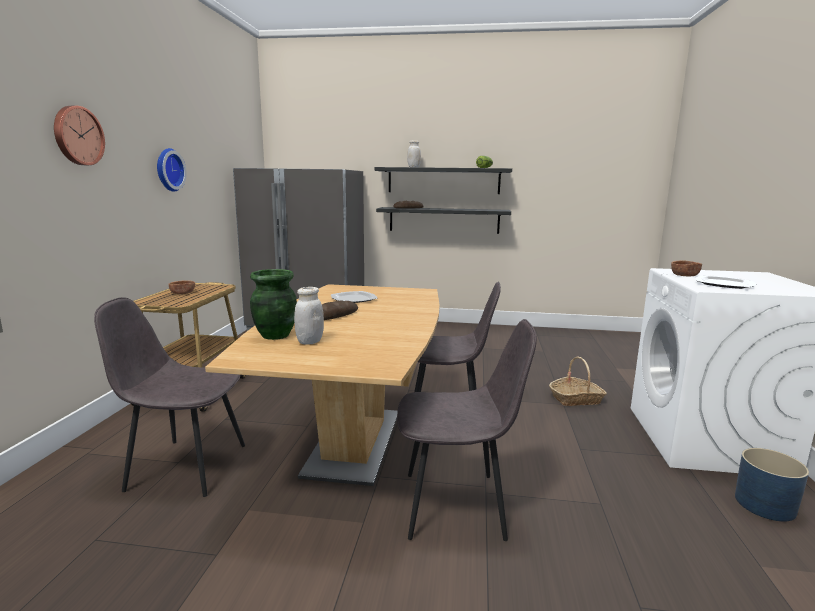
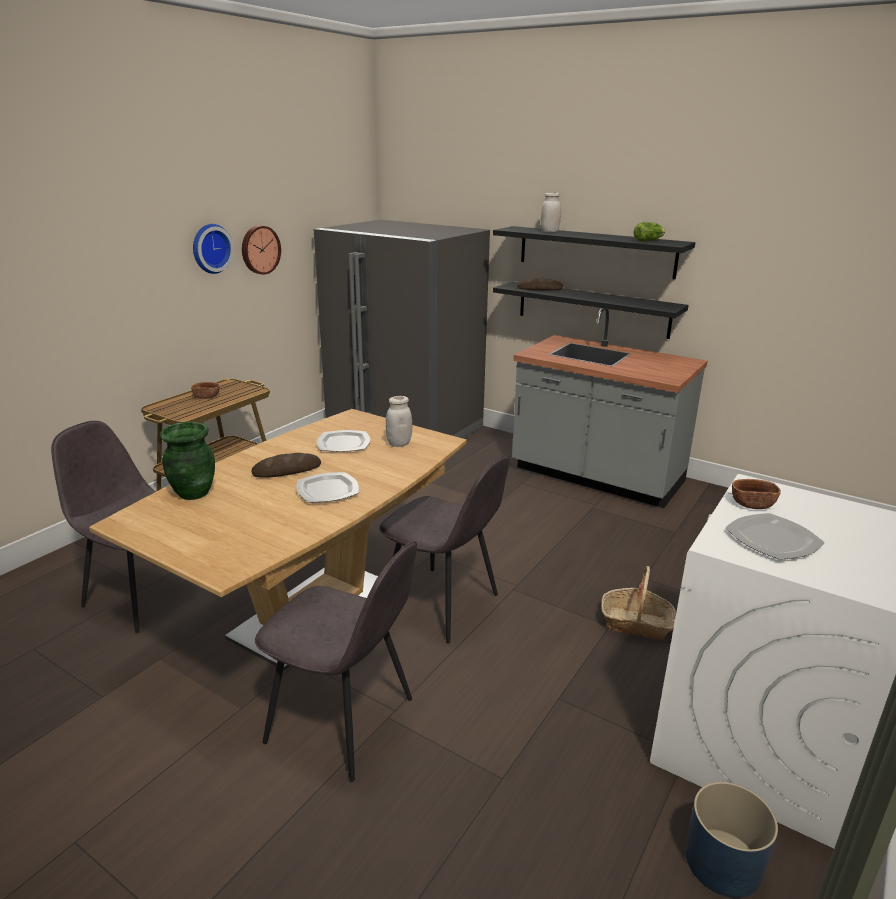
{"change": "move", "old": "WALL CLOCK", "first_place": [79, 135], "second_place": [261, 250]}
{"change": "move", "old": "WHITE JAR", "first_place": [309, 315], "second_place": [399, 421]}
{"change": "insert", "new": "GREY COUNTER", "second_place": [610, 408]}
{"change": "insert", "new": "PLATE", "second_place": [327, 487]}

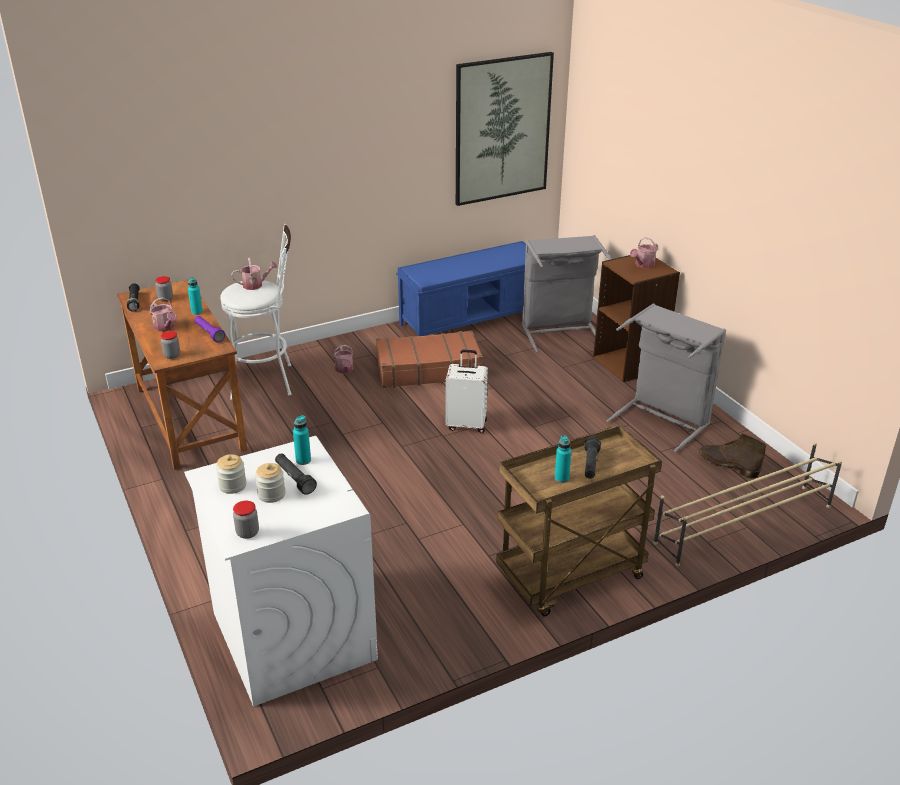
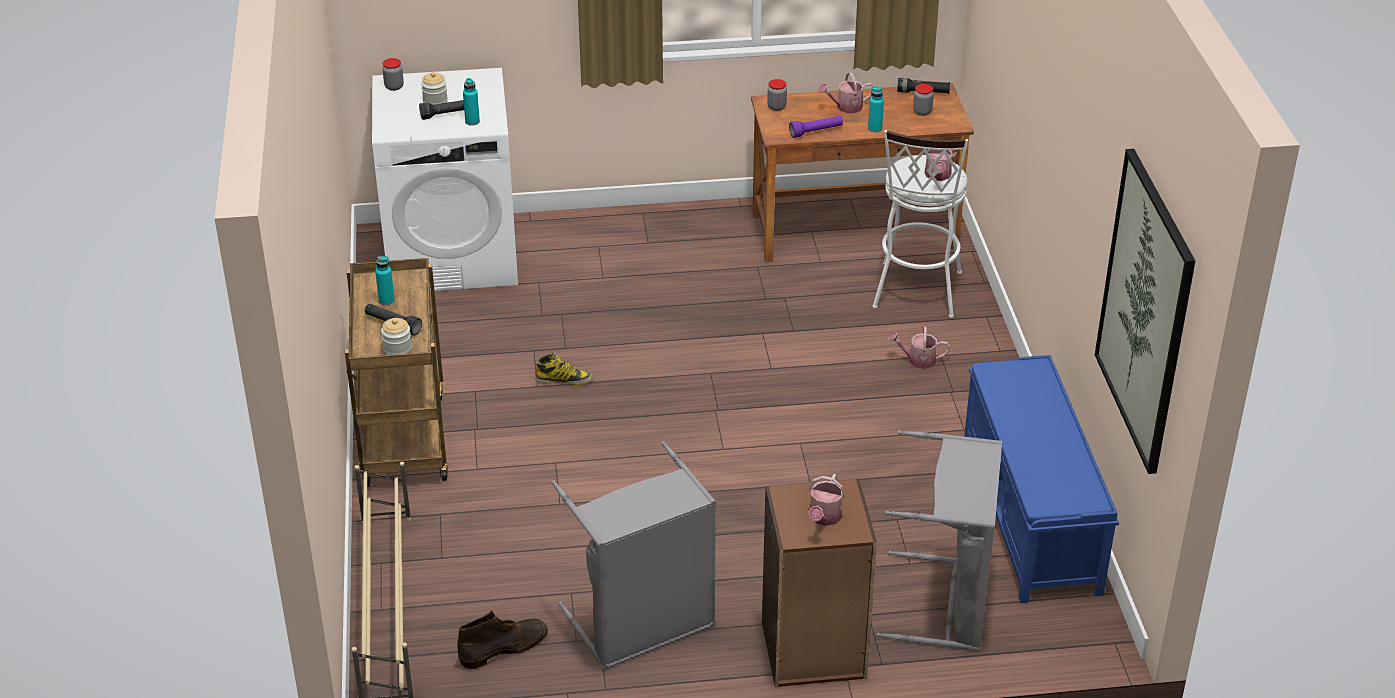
{"change": "rotate", "old": "WATERING CAN", "first_place": [644, 252], "second_place": [826, 500], "degrees": -135}
{"change": "delete", "old": "BROWN SUITCASE", "first_place": [429, 359]}
{"change": "delete", "old": "WHITE SUITCASE", "first_place": [466, 391]}
{"change": "move", "old": "JAR", "first_place": [231, 474], "second_place": [396, 336]}
{"change": "insert", "new": "BOOT", "second_place": [564, 369]}

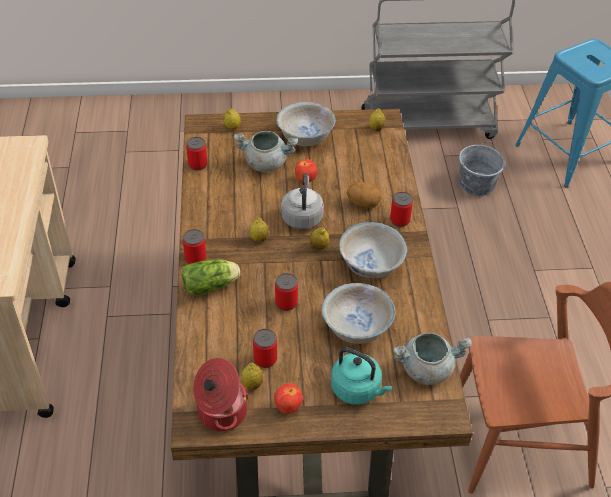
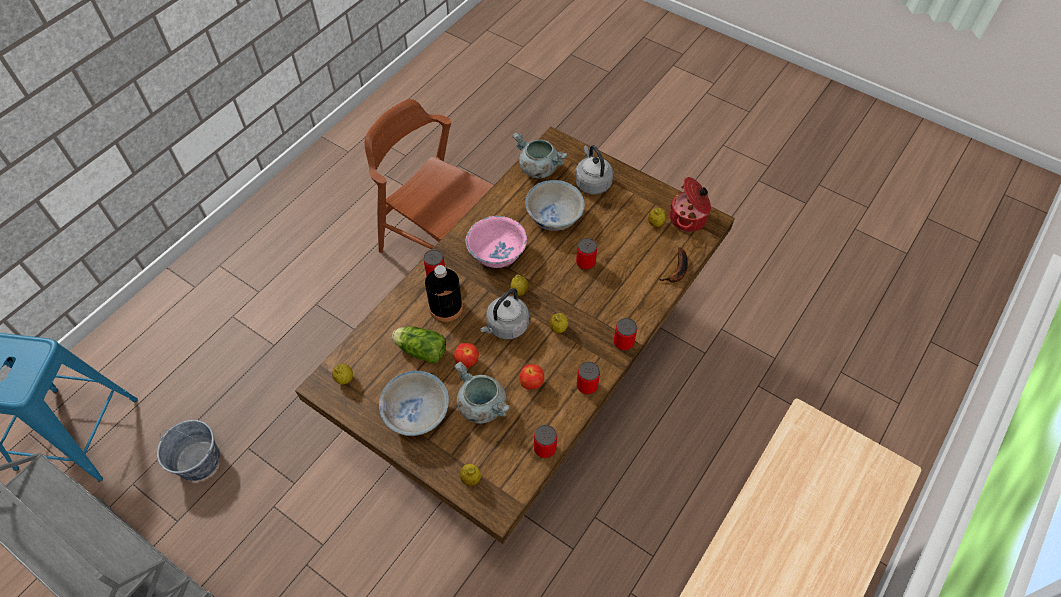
{"change": "replace", "old": "POTATO", "new": "BLACK BOTTLE", "first_place": [363, 195], "second_place": [444, 293]}
{"change": "recolor", "old": "WHITE BOWL", "new": "PINK BOWL", "first_place": [373, 250], "second_place": [496, 242]}
{"change": "move", "old": "LETTUCE", "first_place": [211, 277], "second_place": [419, 345]}
{"change": "move", "old": "CAN", "first_place": [265, 348], "second_place": [588, 378]}
{"change": "recolor", "old": "TURQUOISE KETTLE", "new": "GREY KETTLE", "first_place": [361, 376], "second_place": [594, 170]}
{"change": "move", "old": "APPLE", "first_place": [288, 398], "second_place": [531, 376]}
{"change": "insert", "new": "BANANA", "second_place": [673, 265]}

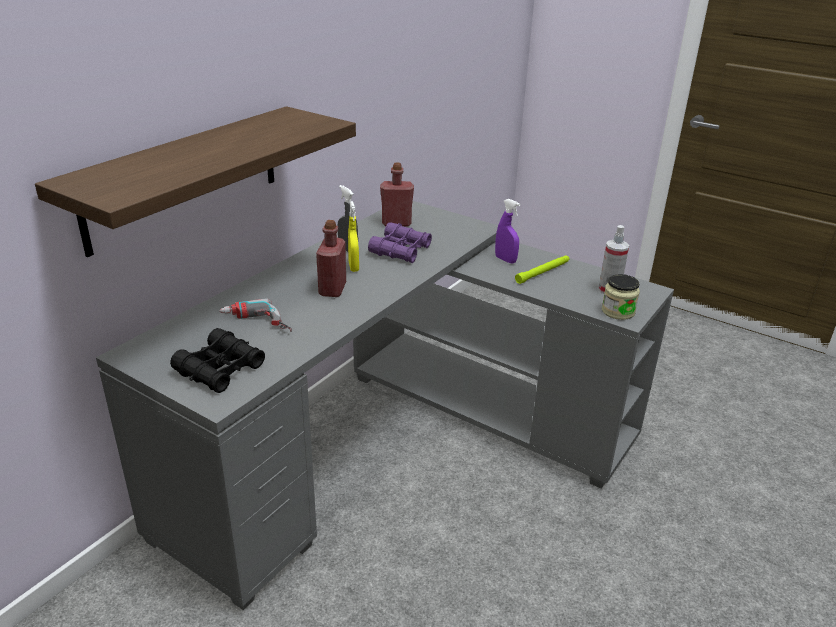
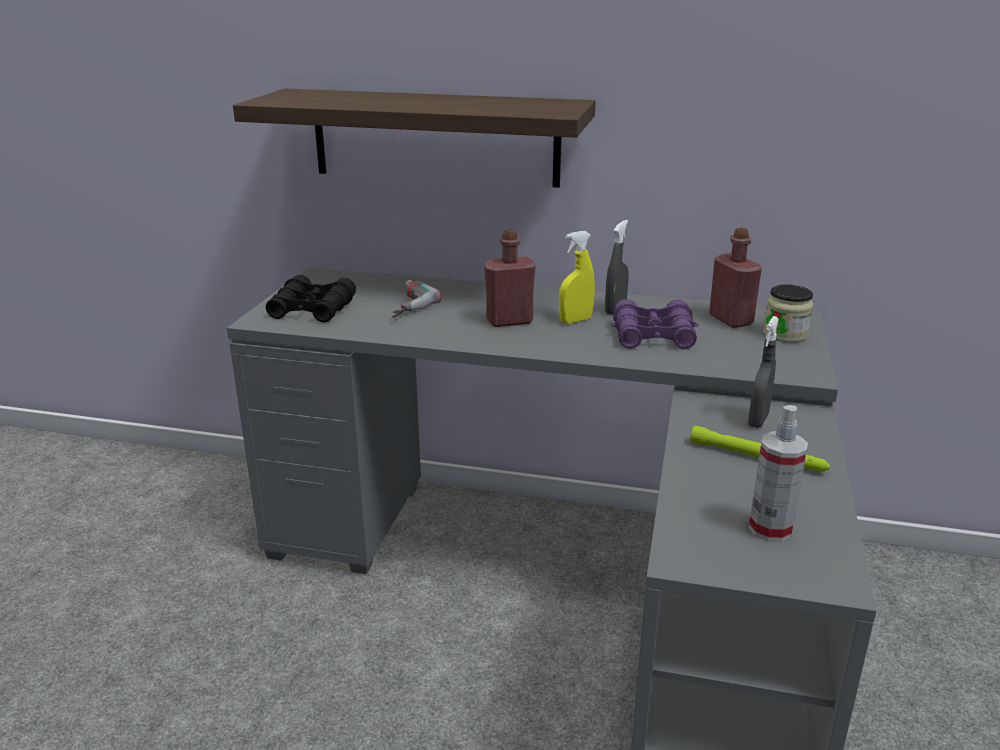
{"change": "recolor", "old": "PURPLE SPRAY BOTTLE", "new": "GREY SPRAY BOTTLE", "first_place": [507, 231], "second_place": [763, 372]}
{"change": "move", "old": "JAR", "first_place": [621, 297], "second_place": [788, 313]}

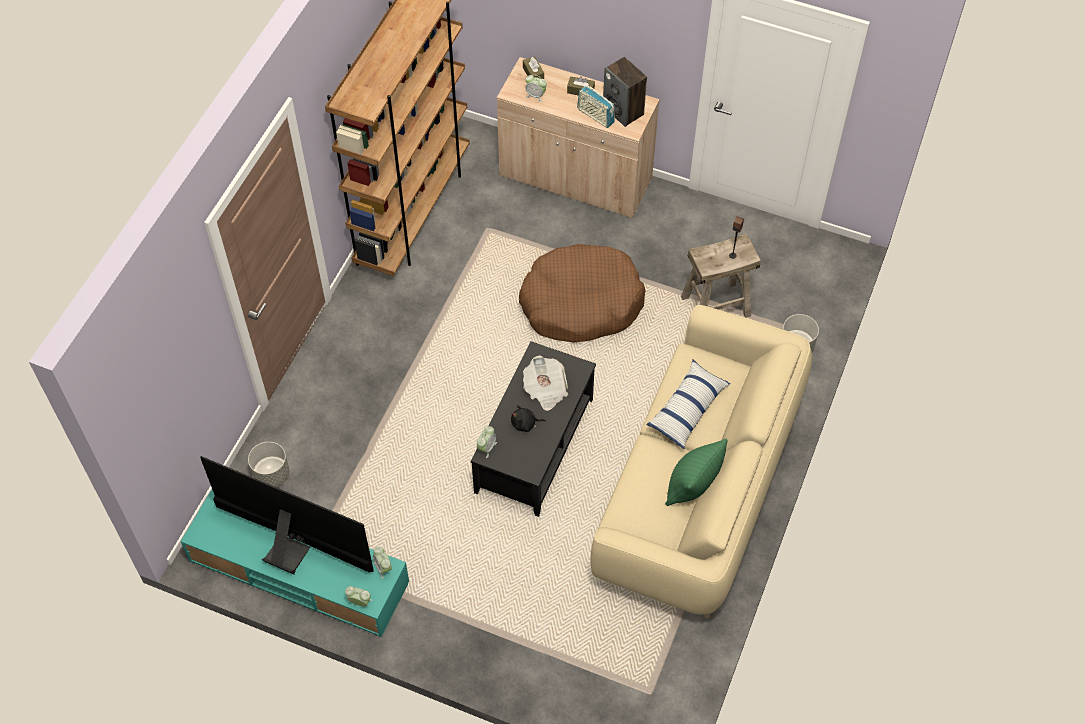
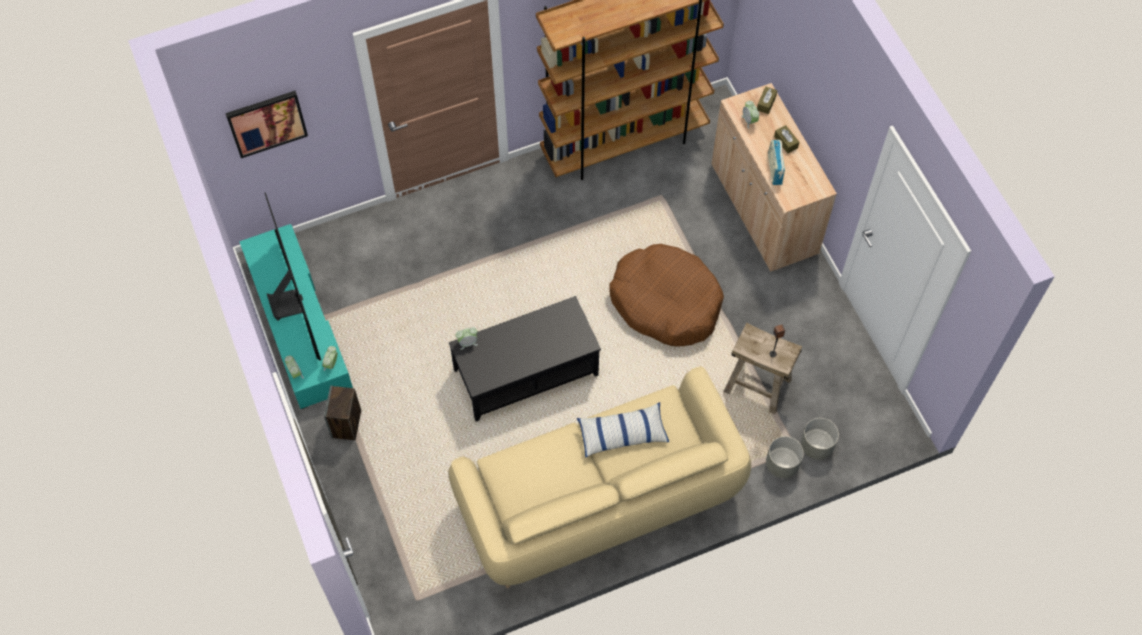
{"change": "move", "old": "SPEAKER", "first_place": [625, 92], "second_place": [342, 413]}
{"change": "delete", "old": "NEWSPAPER", "first_place": [545, 383]}
{"change": "delete", "old": "BLACK PLUSH TOY", "first_place": [528, 418]}
{"change": "delete", "old": "GREEN PILLOW", "first_place": [696, 472]}
{"change": "move", "old": "GREY PLANTER", "first_place": [269, 464], "second_place": [820, 439]}
{"change": "insert", "new": "PICTURE", "second_place": [266, 124]}

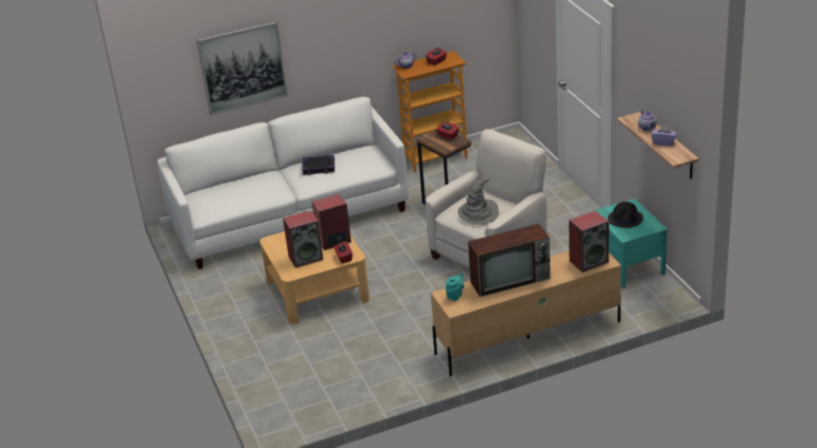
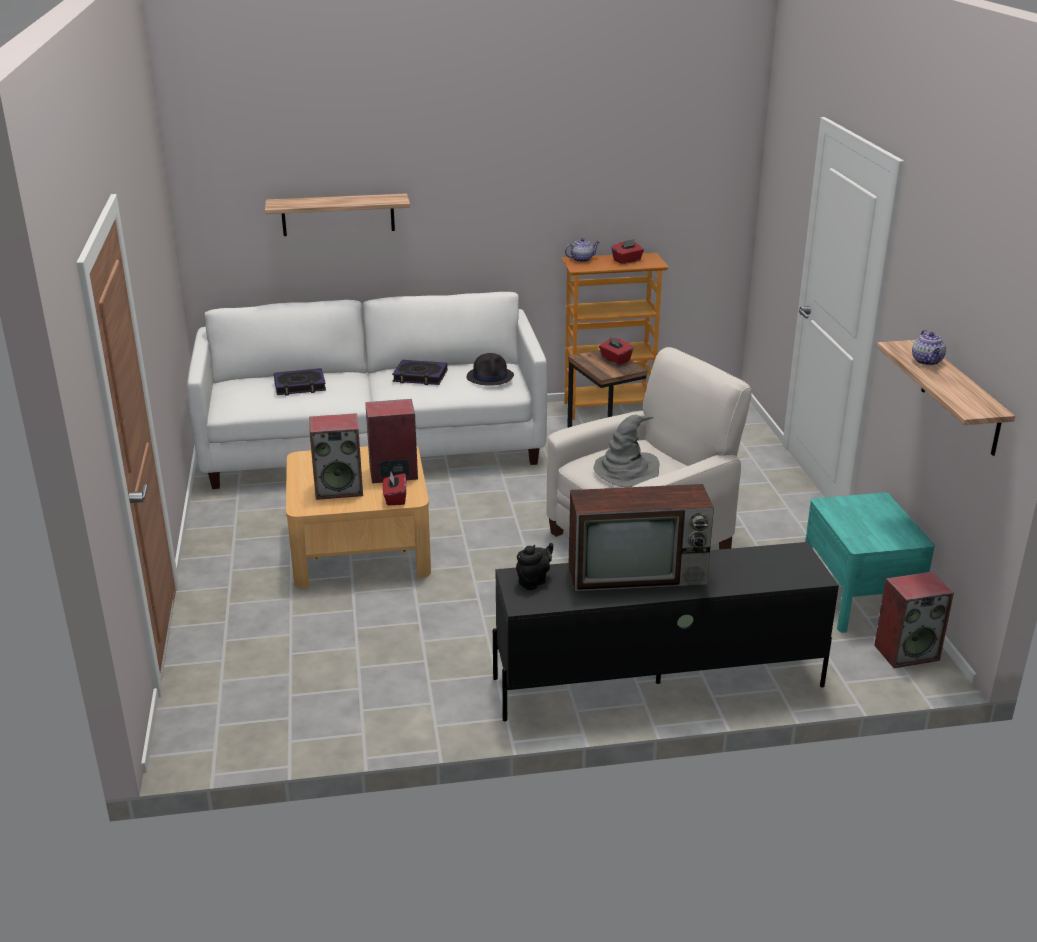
{"change": "replace", "old": "PICTURE", "new": "SHELF", "first_place": [242, 68], "second_place": [337, 214]}
{"change": "delete", "old": "PURPLE TISSUE BOX", "first_place": [664, 135]}
{"change": "move", "old": "BLACK HAT", "first_place": [625, 215], "second_place": [490, 369]}
{"change": "move", "old": "SPEAKER", "first_place": [589, 241], "second_place": [914, 620]}
{"change": "recolor", "old": "BEIGE TV STAND", "new": "BLACK TV STAND", "first_place": [526, 314], "second_place": [666, 631]}
{"change": "recolor", "old": "TURQUOISE TEAPOT", "new": "BLACK TEAPOT", "first_place": [454, 286], "second_place": [534, 566]}
{"change": "insert", "new": "BOOK", "second_place": [300, 382]}

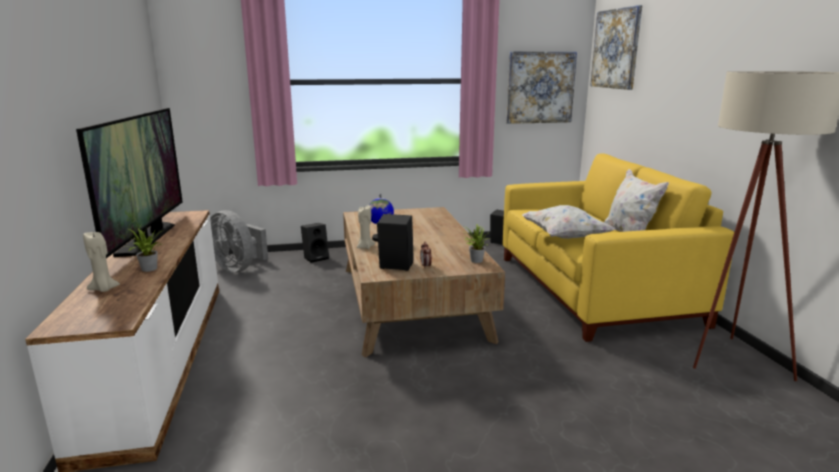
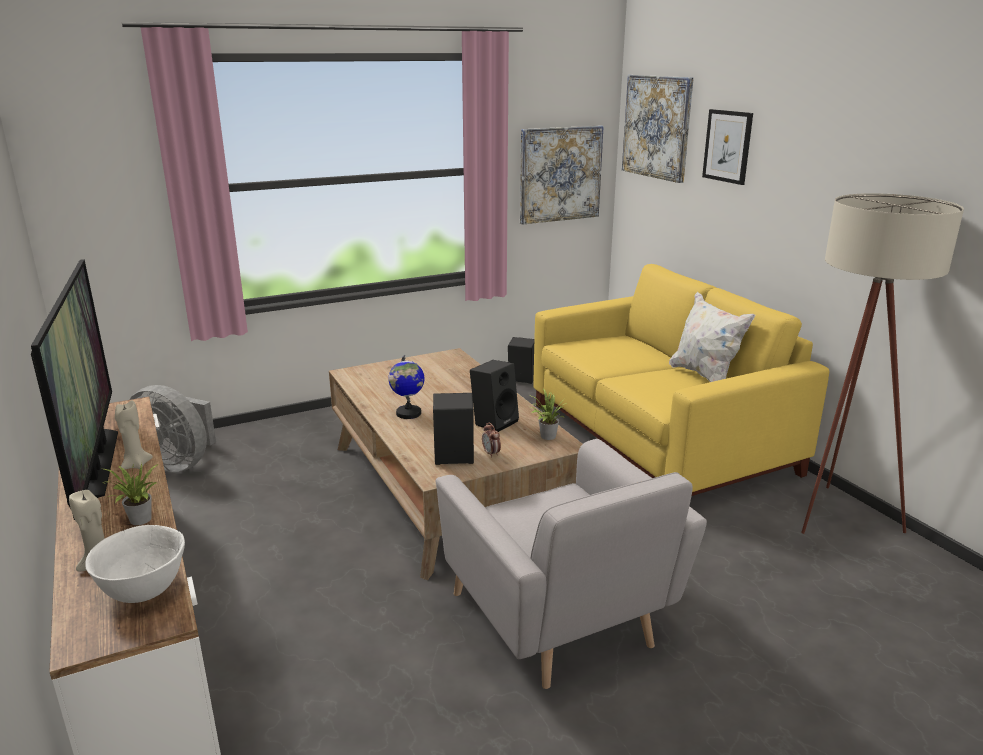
{"change": "move", "old": "BEIGE CANDLE", "first_place": [365, 227], "second_place": [134, 435]}
{"change": "delete", "old": "WHITE PILLOW", "first_place": [569, 222]}
{"change": "move", "old": "BLACK SPEAKER", "first_place": [315, 243], "second_place": [494, 396]}
{"change": "insert", "new": "PICTURE", "second_place": [727, 147]}
{"change": "insert", "new": "GREY ARMCHAIR", "second_place": [571, 564]}
{"change": "insert", "new": "WHITE BOWL", "second_place": [135, 564]}

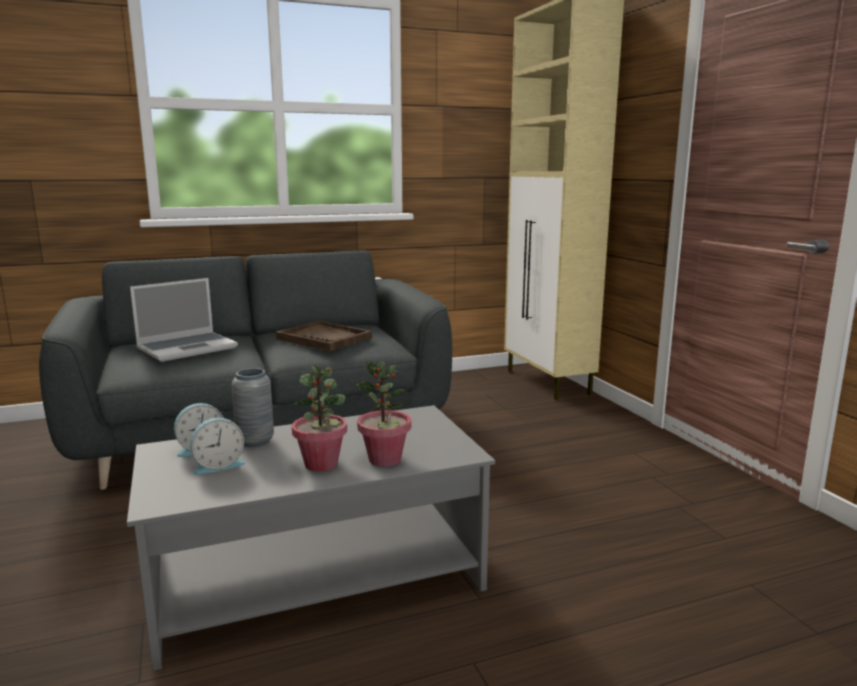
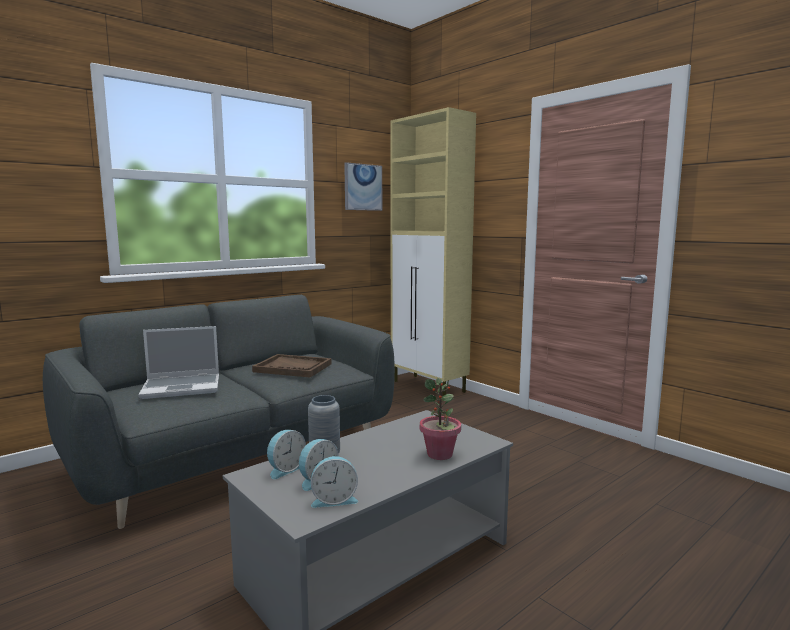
{"change": "rotate", "old": "LAPTOP", "first_place": [184, 320], "second_place": [178, 362], "degrees": 45}
{"change": "delete", "old": "POTTED PLANT", "first_place": [319, 418]}
{"change": "insert", "new": "PICTURE", "second_place": [363, 186]}
{"change": "insert", "new": "ALARM CLOCK", "second_place": [334, 482]}

